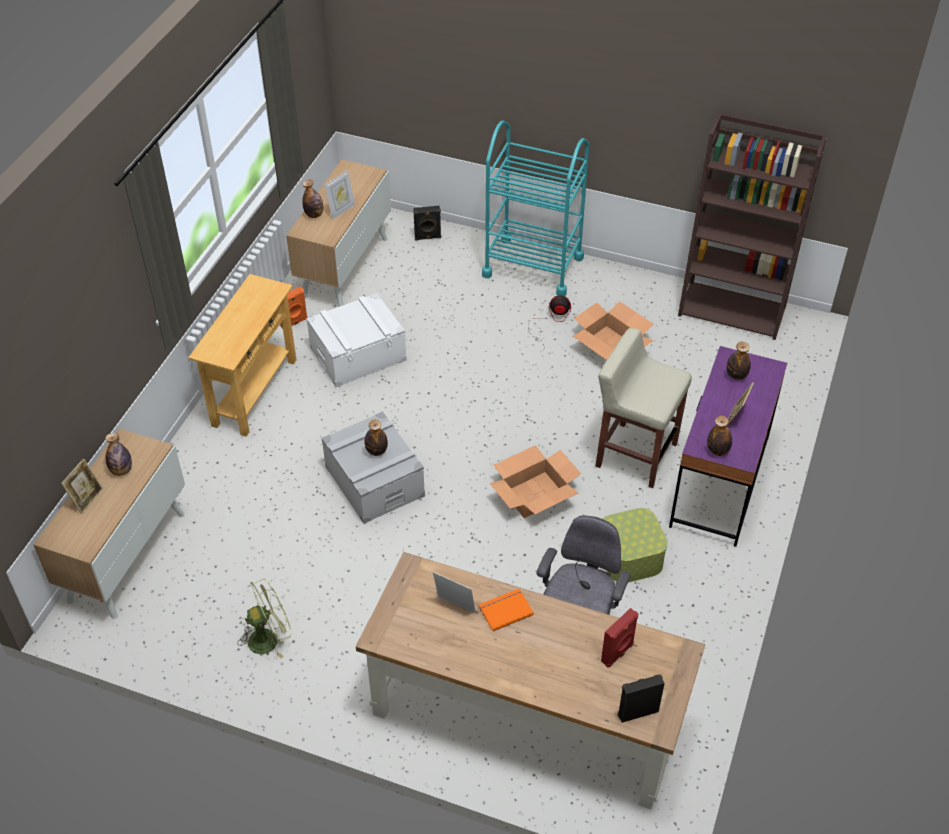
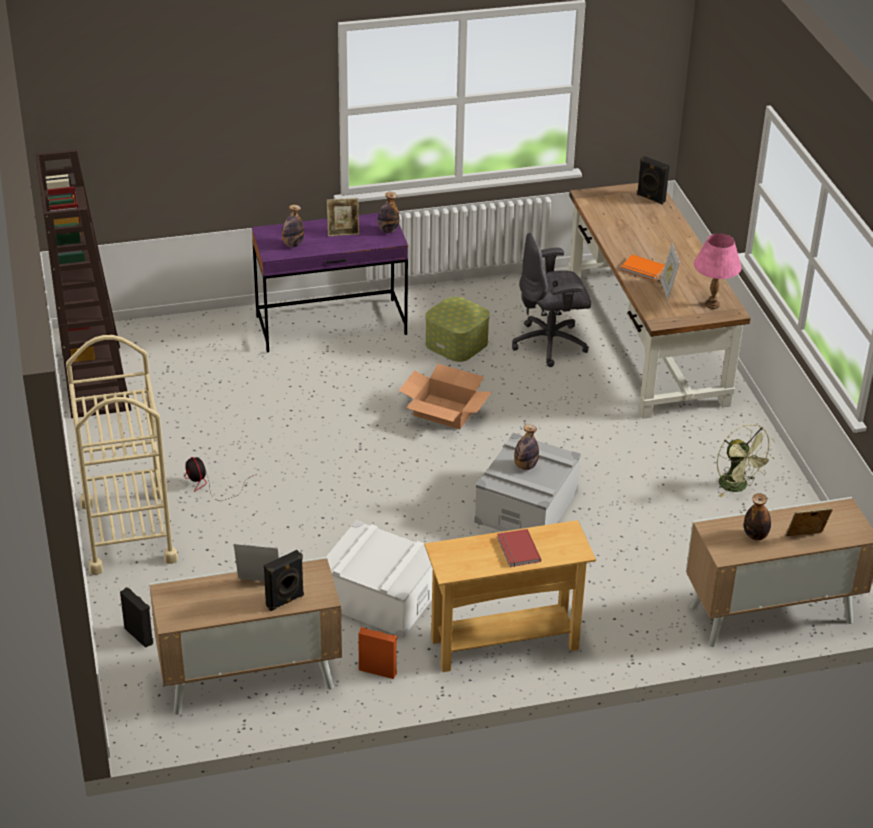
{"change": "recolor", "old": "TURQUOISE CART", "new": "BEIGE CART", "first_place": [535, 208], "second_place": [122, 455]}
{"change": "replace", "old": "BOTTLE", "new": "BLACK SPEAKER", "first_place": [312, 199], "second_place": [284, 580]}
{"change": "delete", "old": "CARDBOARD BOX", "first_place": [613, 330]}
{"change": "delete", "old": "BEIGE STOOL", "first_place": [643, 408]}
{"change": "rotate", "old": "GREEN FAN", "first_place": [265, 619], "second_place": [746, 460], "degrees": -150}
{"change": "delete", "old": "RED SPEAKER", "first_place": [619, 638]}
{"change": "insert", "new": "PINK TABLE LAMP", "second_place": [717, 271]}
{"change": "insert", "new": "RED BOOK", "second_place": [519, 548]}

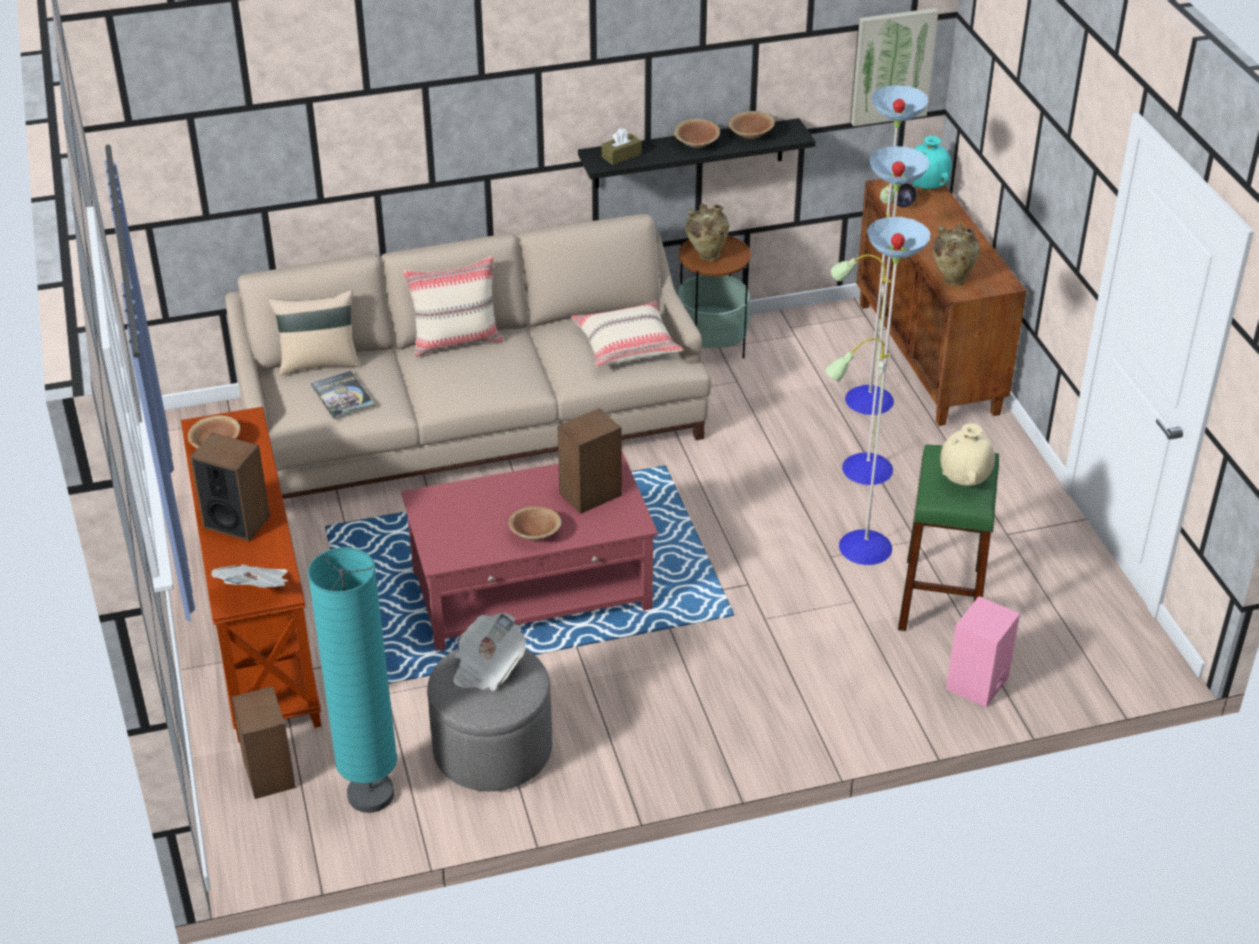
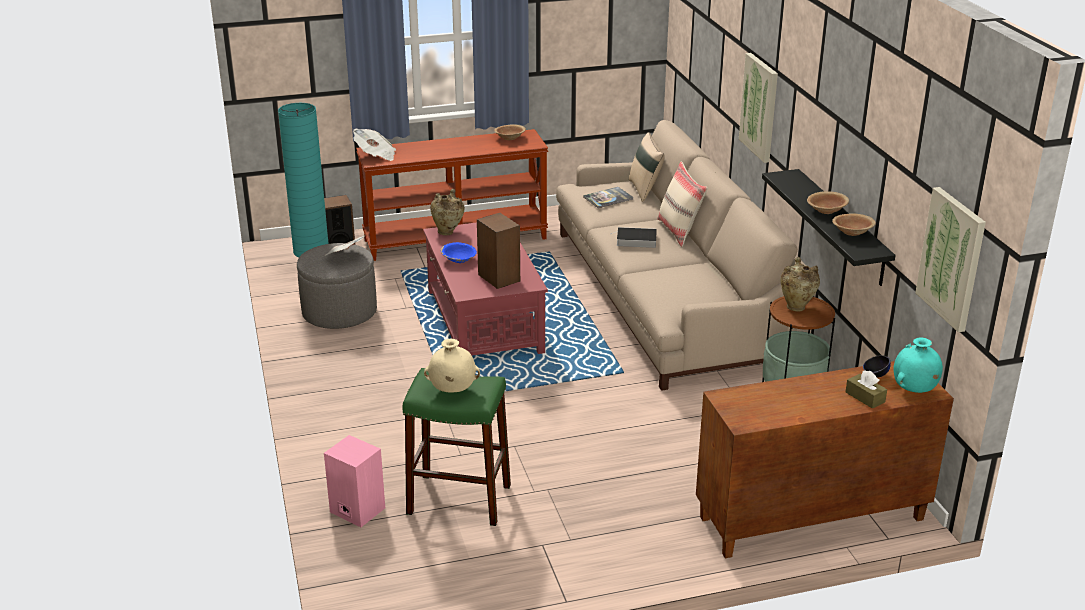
{"change": "delete", "old": "FLOOR LAMP", "first_place": [877, 325]}
{"change": "move", "old": "BROWN TISSUE BOX", "first_place": [621, 146], "second_place": [866, 389]}
{"change": "move", "old": "BEIGE VASE", "first_place": [956, 255], "second_place": [447, 212]}
{"change": "delete", "old": "BEIGE PILLOW", "first_place": [627, 334]}
{"change": "delete", "old": "SPEAKER", "first_place": [230, 486]}
{"change": "recolor", "old": "BROWN BOWL", "new": "BLUE BOWL", "first_place": [535, 523], "second_place": [459, 252]}
{"change": "insert", "new": "PICTURE", "second_place": [758, 108]}
{"change": "insert", "new": "BOOK", "second_place": [634, 237]}

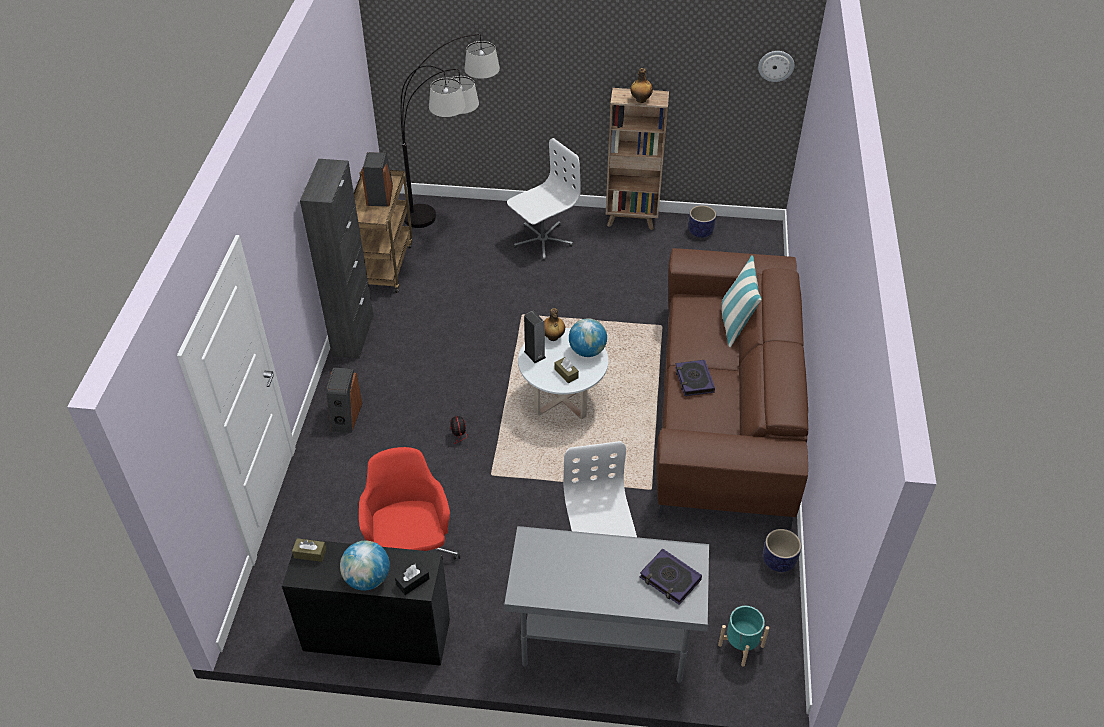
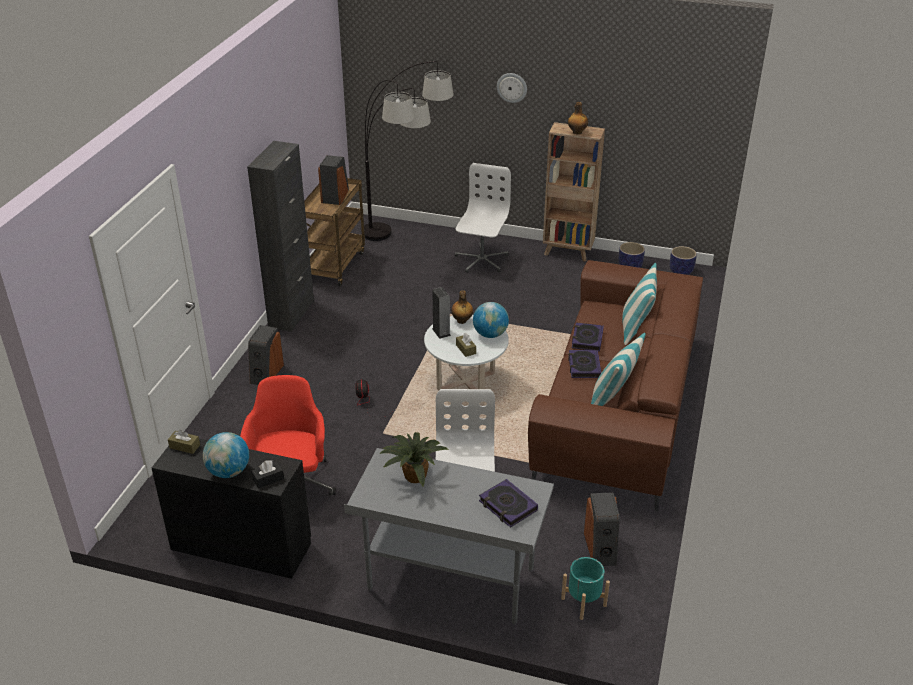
{"change": "move", "old": "WALL CLOCK", "first_place": [776, 66], "second_place": [512, 88]}
{"change": "rotate", "old": "WHITE OFFICE CHAIR", "first_place": [544, 199], "second_place": [483, 218], "degrees": -45}
{"change": "move", "old": "PLANTER", "first_place": [782, 550], "second_place": [683, 260]}
{"change": "insert", "new": "BOOK", "second_place": [588, 337]}
{"change": "insert", "new": "PILLOW", "second_place": [618, 369]}
{"change": "insert", "new": "POTTED PLANT", "second_place": [414, 459]}
{"change": "insert", "new": "SPEAKER", "second_place": [602, 529]}

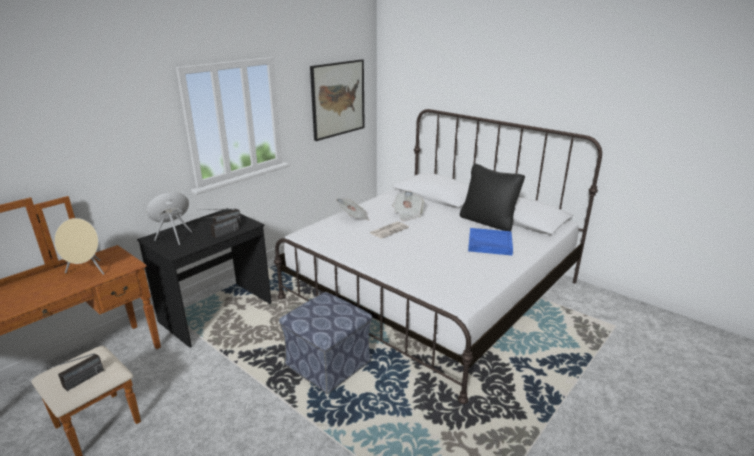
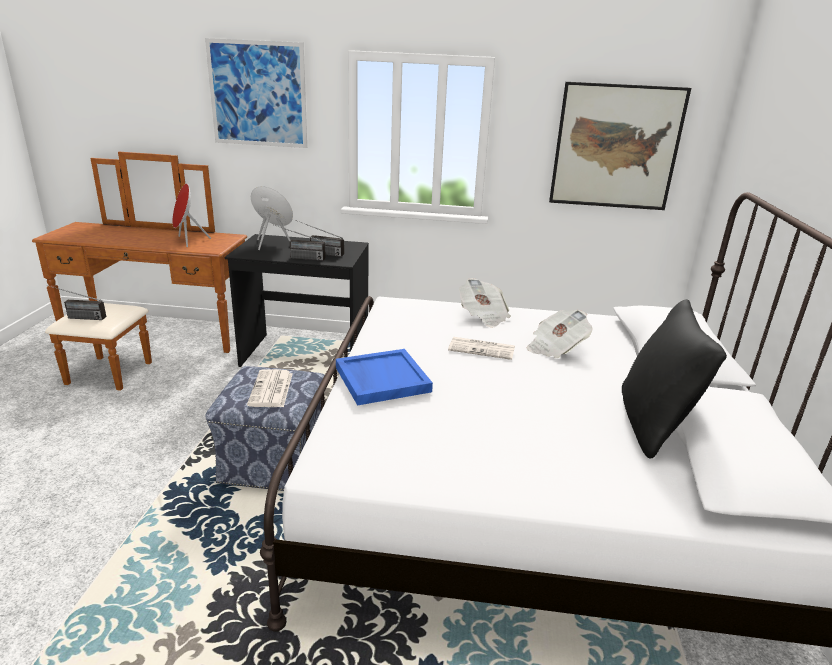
{"change": "recolor", "old": "BEIGE SPEAKER", "new": "RED SPEAKER", "first_place": [79, 246], "second_place": [191, 215]}
{"change": "move", "old": "BLUE TRAY", "first_place": [490, 242], "second_place": [384, 377]}
{"change": "insert", "new": "PICTURE", "second_place": [256, 93]}
{"change": "insert", "new": "NEWSPAPER", "second_place": [269, 388]}

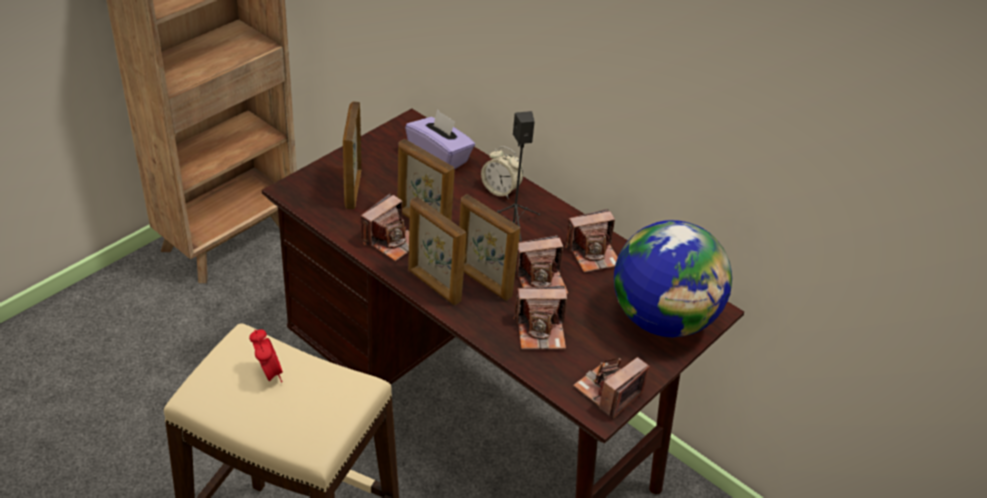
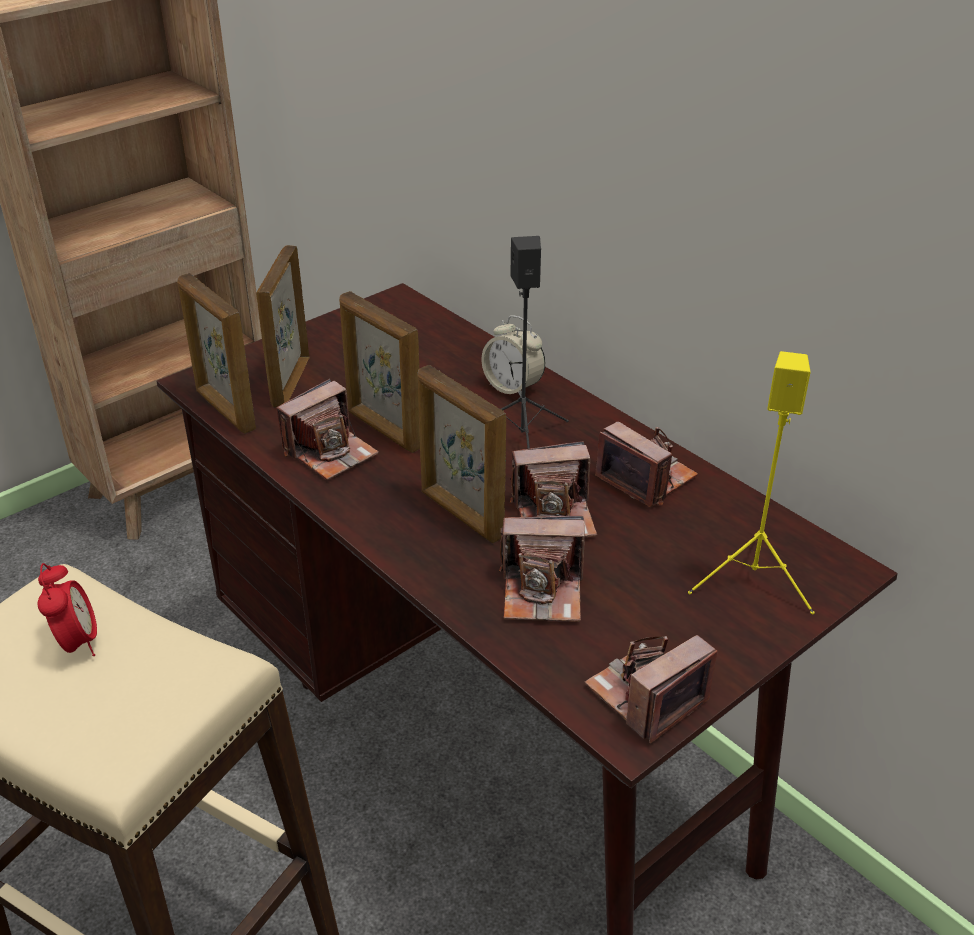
{"change": "delete", "old": "PURPLE TISSUE BOX", "first_place": [440, 139]}
{"change": "move", "old": "PICTURE FRAME", "first_place": [437, 251], "second_place": [216, 353]}
{"change": "rotate", "old": "PHOTO CAMERA", "first_place": [591, 240], "second_place": [646, 464], "degrees": -120}
{"change": "replace", "old": "GLOBE", "new": "YELLOW SPEAKER", "first_place": [673, 278], "second_place": [751, 482]}

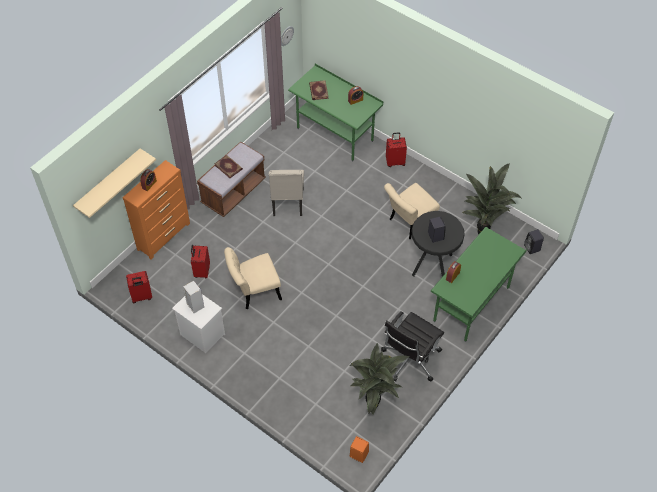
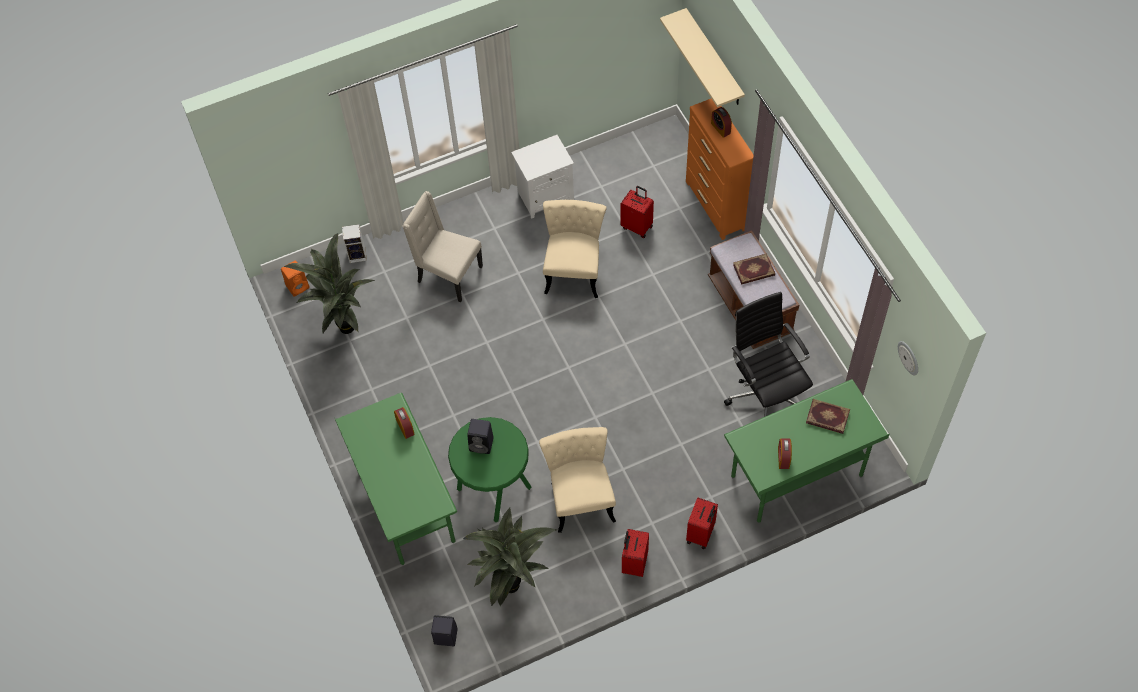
{"change": "move", "old": "BEIGE CHAIR", "first_place": [286, 193], "second_place": [443, 246]}
{"change": "recolor", "old": "BLACK STOOL", "new": "GREEN STOOL", "first_place": [438, 244], "second_place": [489, 469]}
{"change": "move", "old": "RED SUITCASE", "first_place": [139, 287], "second_place": [635, 553]}
{"change": "move", "old": "SPEAKER", "first_place": [193, 296], "second_place": [354, 243]}
{"change": "move", "old": "BLACK OFFICE CHAIR", "first_place": [412, 346], "second_place": [768, 354]}

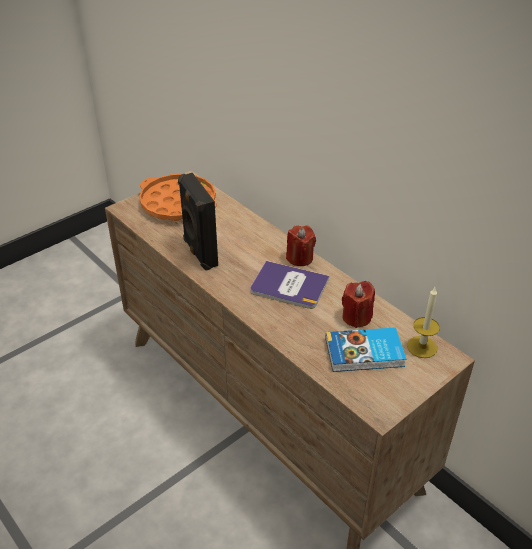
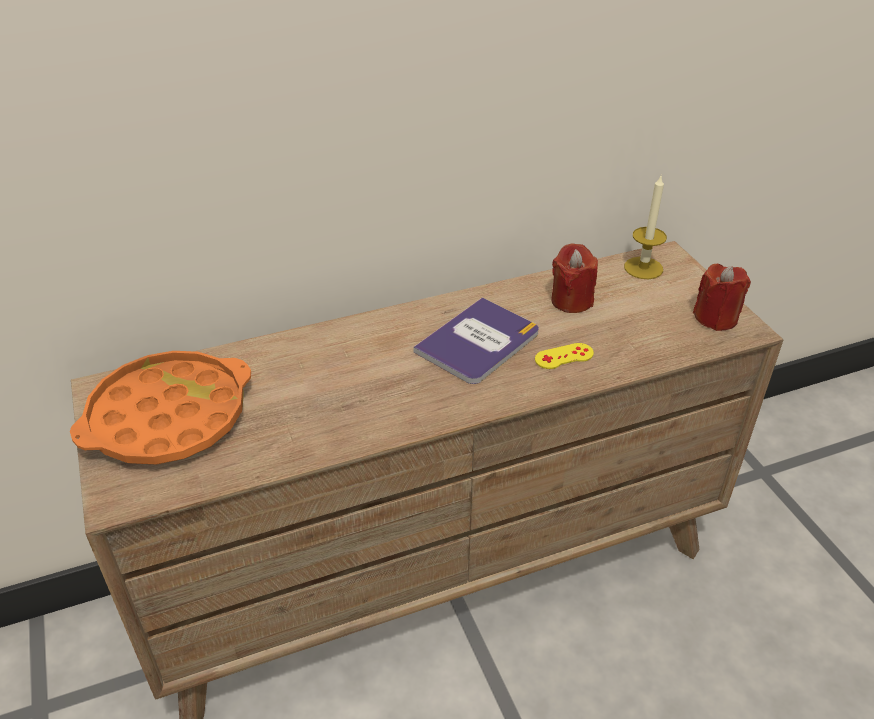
{"change": "delete", "old": "BLACK SPEAKER", "first_place": [198, 222]}
{"change": "move", "old": "RED CANDLE", "first_place": [301, 245], "second_place": [722, 297]}
{"change": "delete", "old": "BOOK", "first_place": [366, 349]}
{"change": "insert", "new": "YELLOW GAME CONTROLLER", "second_place": [564, 356]}

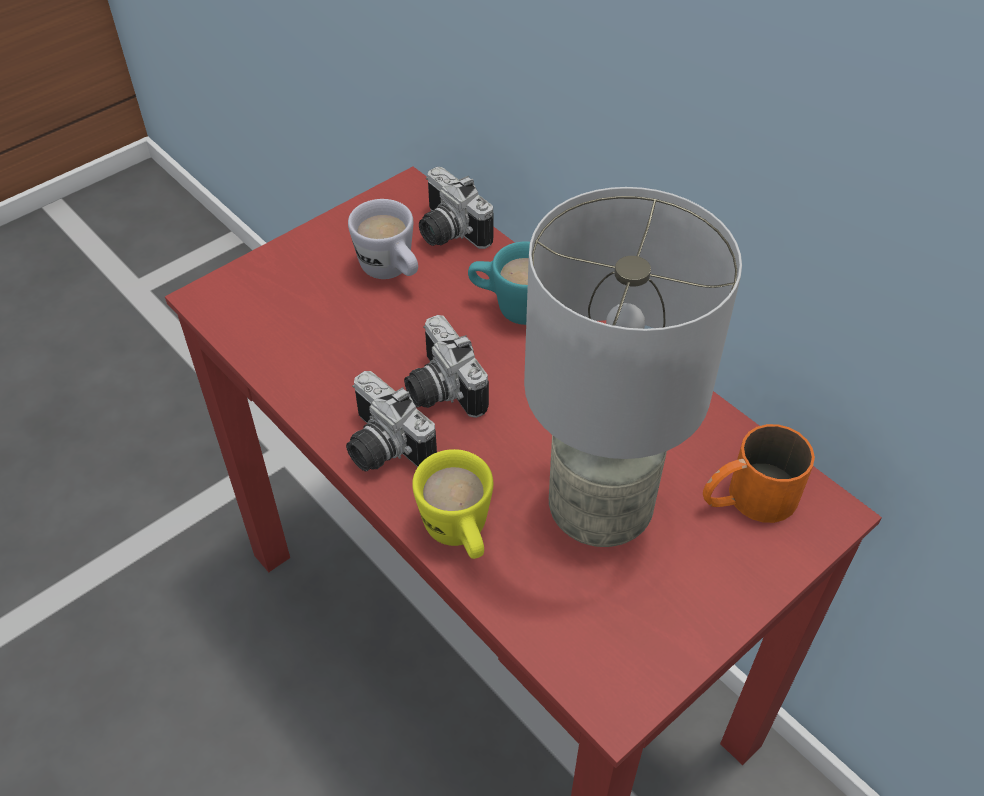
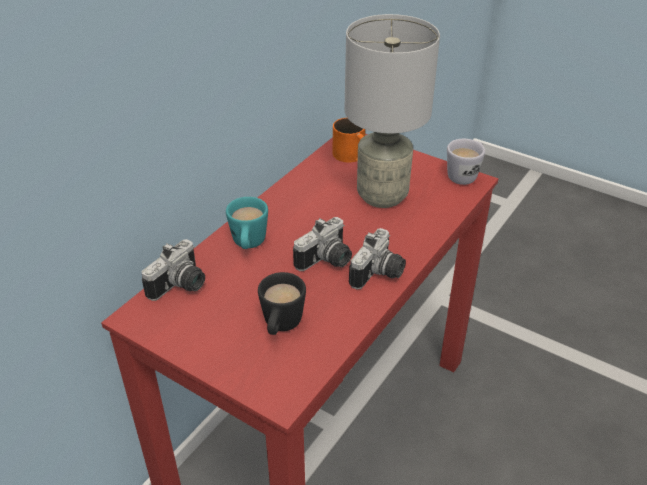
{"change": "move", "old": "WHITE MUG", "first_place": [383, 239], "second_place": [466, 162]}
{"change": "delete", "old": "YELLOW MUG", "first_place": [453, 504]}
{"change": "insert", "new": "BLACK MUG", "second_place": [282, 303]}

